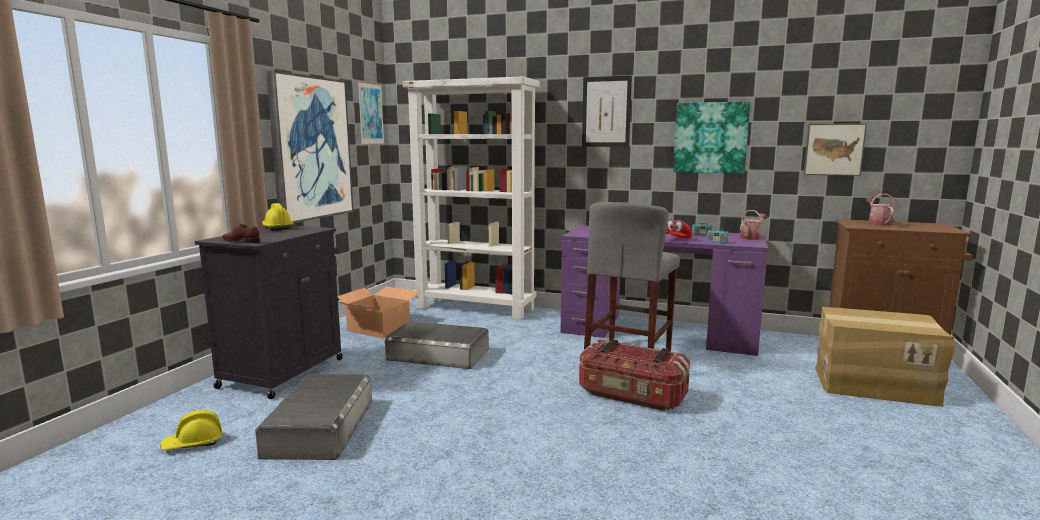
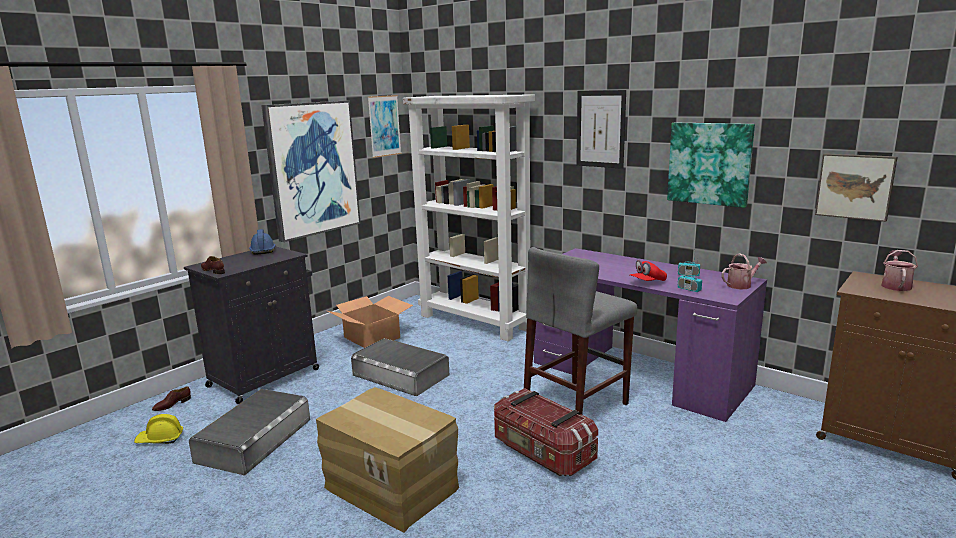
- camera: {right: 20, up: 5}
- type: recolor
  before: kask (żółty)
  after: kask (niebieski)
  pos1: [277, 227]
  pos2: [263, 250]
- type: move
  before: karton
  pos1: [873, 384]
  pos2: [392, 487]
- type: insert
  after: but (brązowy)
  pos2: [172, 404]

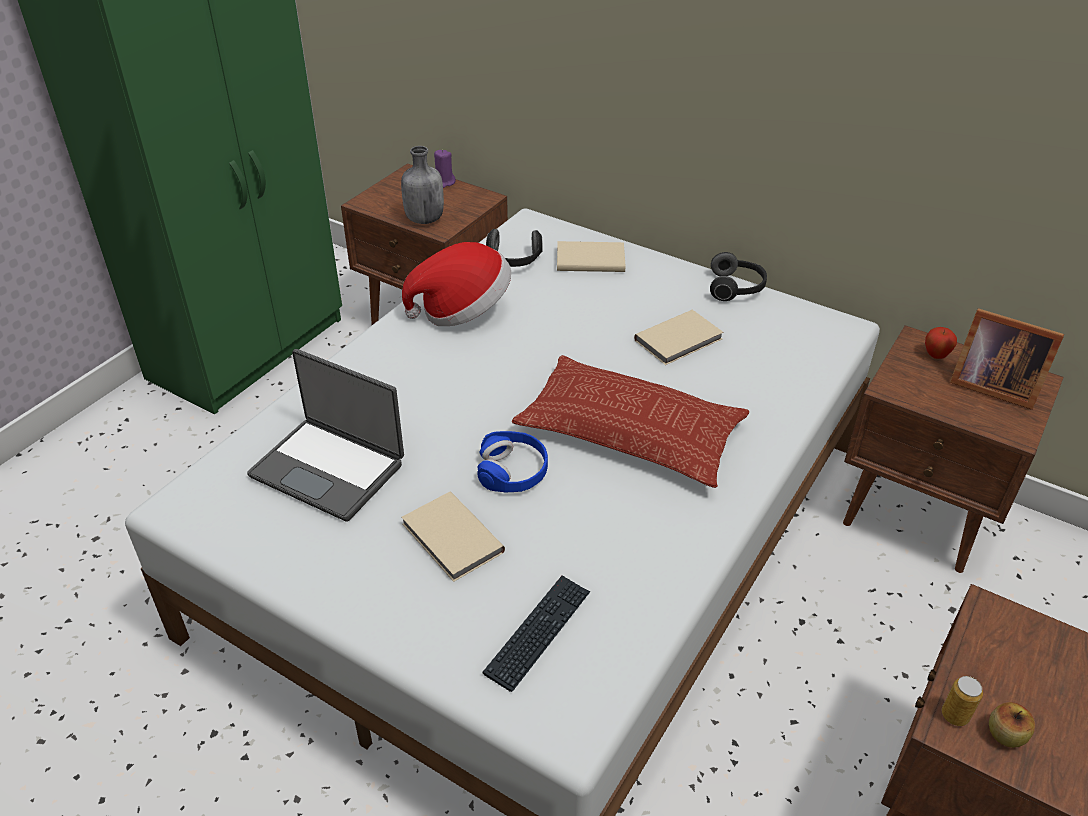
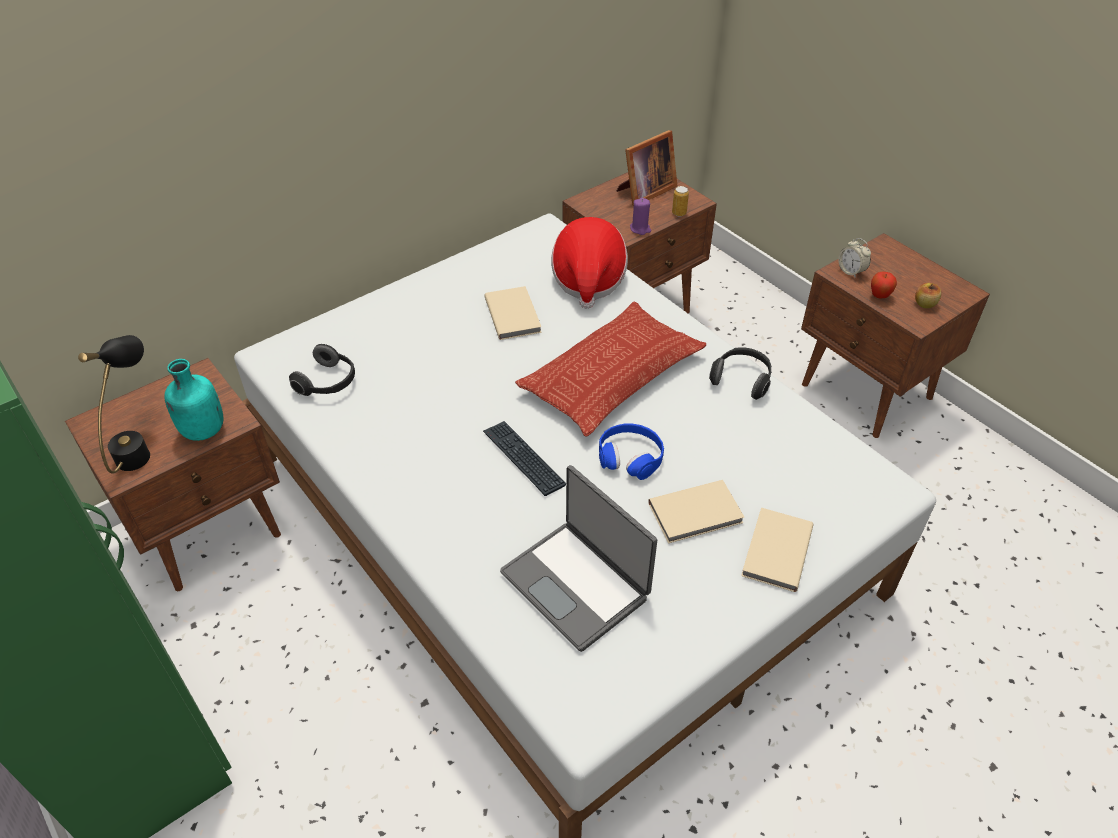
- camera: {right: -70, up: 5}
- type: rotate
  before: laptop
  pos1: [329, 468]
  pos2: [577, 584]
  turn: 90
- type: recolor
  before: butelka (szary)
  after: butelka (turkusowy)
  pos1: [424, 219]
  pos2: [202, 431]
- type: move
  before: kapelusz
  pos1: [462, 310]
  pos2: [588, 280]
- type: move
  before: świeca (fioletowy)
  pos1: [444, 182]
  pos2: [640, 229]
- type: move
  before: klawiatura
  pos1: [538, 633]
  pos2: [523, 459]
- type: move
  before: książka (beżowy)
  pos1: [589, 259]
  pos2: [774, 551]
- type: move
  before: słuchawki
  pos1: [736, 288]
  pos2: [742, 380]
- type: move
  before: jabłko
  pos1: [935, 356]
  pos2: [879, 296]
- type: move
  before: puszka
  pos1: [954, 715]
  pos2: [679, 213]
- type: insert
  after: lampa stołowa (czarny)
  pos2: [140, 446]
- type: insert
  after: budzik
  pos2: [851, 271]

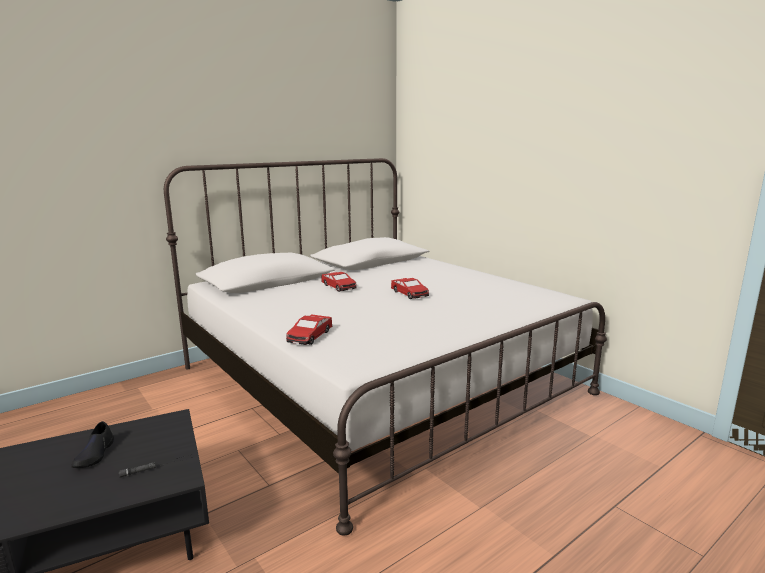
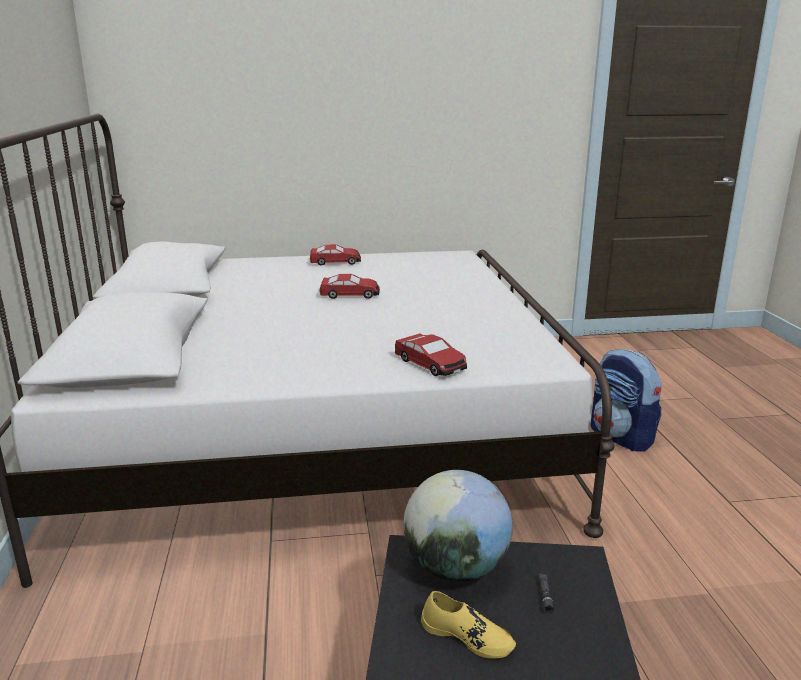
- camera: {right: -60, up: 5}
- type: recolor
  before: but (czarny)
  after: but (żółty)
  pos1: [95, 454]
  pos2: [467, 636]
- type: move
  before: samochodzik
  pos1: [339, 287]
  pos2: [335, 262]
- type: insert
  after: globus
  pos2: [456, 569]
- type: insert
  after: plecak
  pos2: [621, 437]

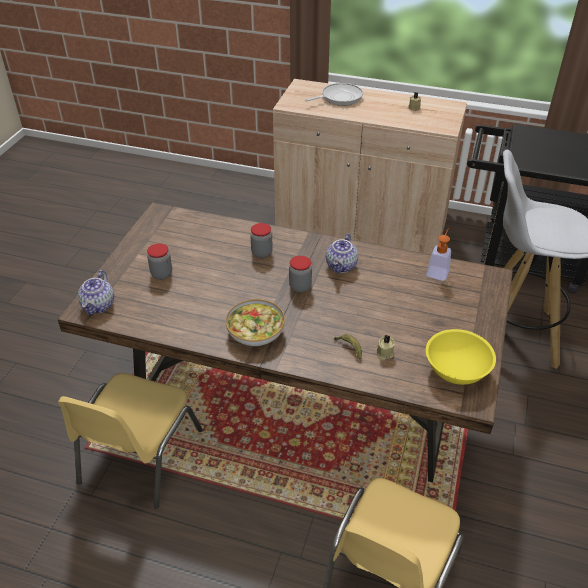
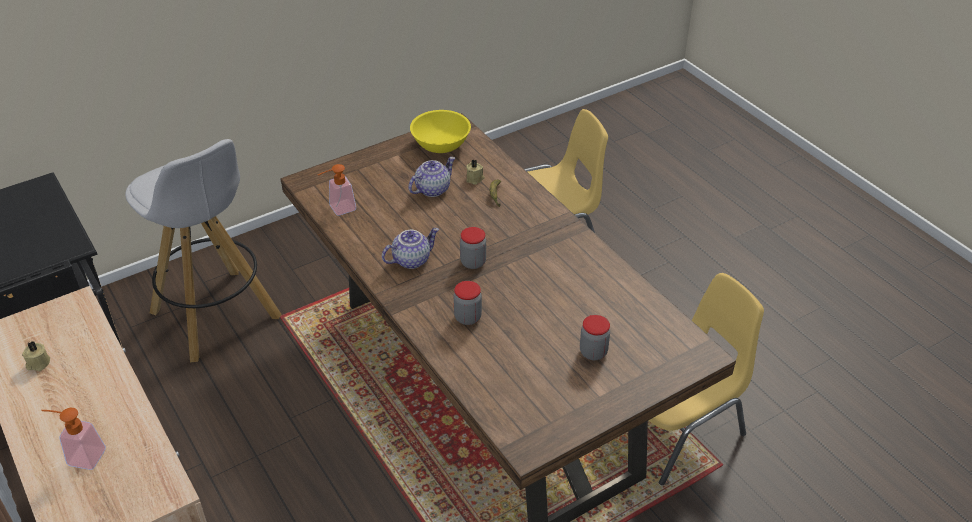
- camera: {right: -140, up: 0}
- type: move
  before: imbryk
  pos1: [99, 305]
  pos2: [432, 189]
- type: delete
  before: miska
  pos1: [256, 332]
- type: replace
  before: patelnia
  after: dozownik mydła
  pos1: [339, 98]
  pos2: [80, 456]

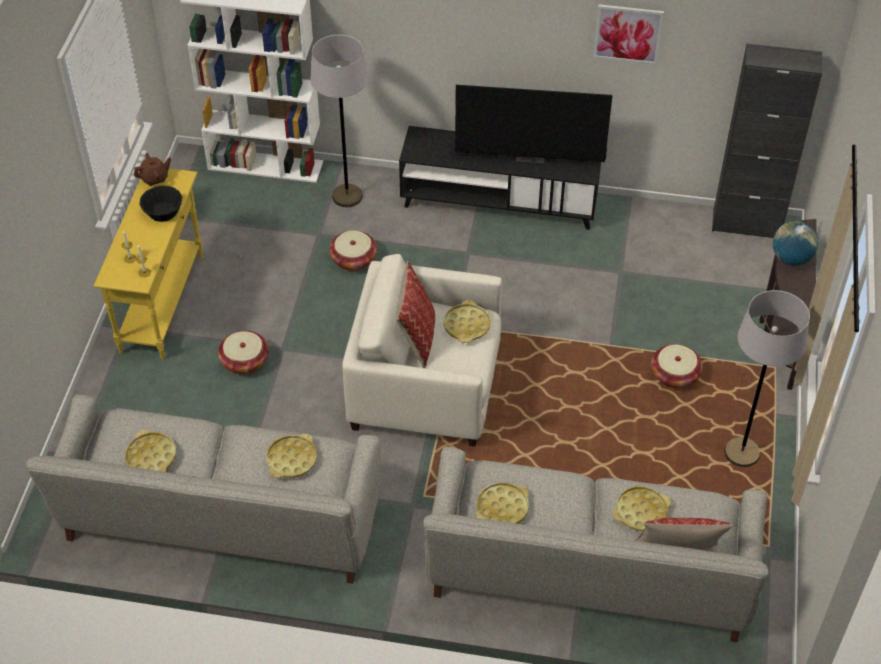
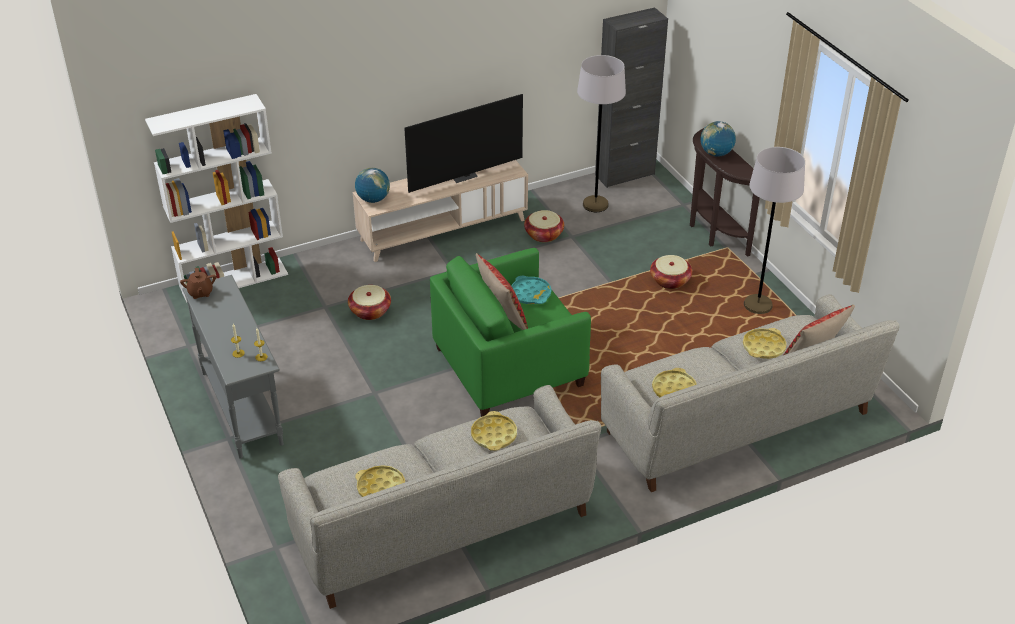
- camera: {right: -35, up: -10}
- type: recolor
  before: stolik konsolowy (żółty)
  after: stolik konsolowy (szary)
  pos1: [163, 303]
  pos2: [242, 407]
- type: rotate
  before: imbryk (brązowy)
  pos1: [155, 178]
  pos2: [200, 293]
  turn: 135
- type: delete
  before: miska (czarny)
  pos1: [162, 211]
- type: move
  before: koszyk
  pos1: [245, 361]
  pos2: [544, 234]
- type: move
  before: lampa stojąca (szary)
  pos1: [347, 196]
  pos2: [595, 205]
- type: recolor
  before: fotel (beżowy)
  after: fotel (zielony)
  pos1: [425, 388]
  pos2: [509, 367]
- type: recolor
  before: szafka pod telewizor (czarny)
  after: szafka pod telewizor (beżowy)
  pos1: [499, 202]
  pos2: [443, 230]
- type: recolor
  before: taca (żółty)
  after: taca (turkusowy)
  pos1: [467, 325]
  pos2: [530, 294]
- type: delete
  before: obraz
  pos1: [628, 33]
- type: insert
  after: globus
  pos2: [373, 199]

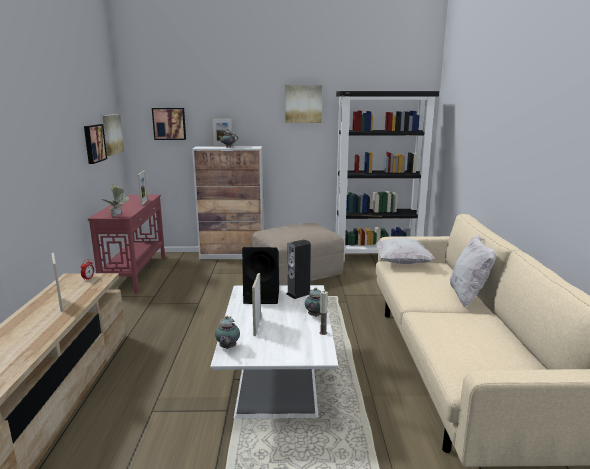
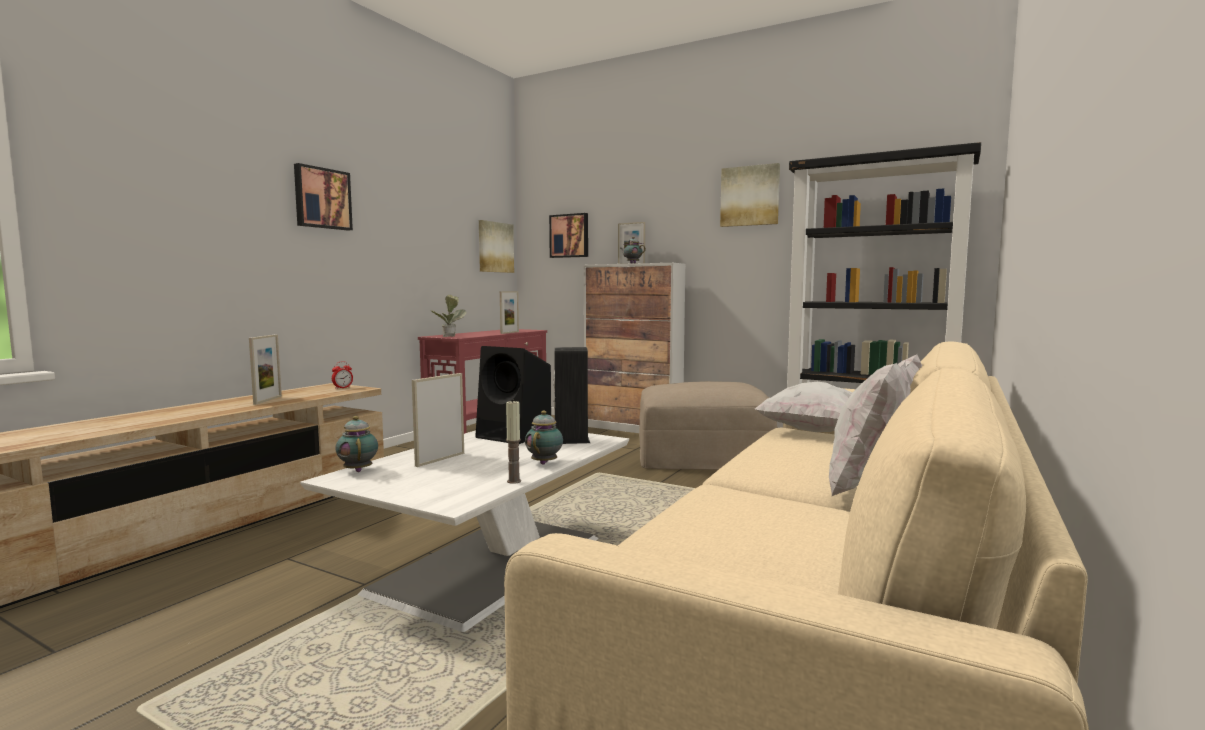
- camera: {right: 30, up: -10}
- type: move
  before: obraz
  pos1: [93, 143]
  pos2: [322, 198]
- type: rotate
  before: imbryk
  pos1: [227, 348]
  pos2: [358, 470]
  turn: 120

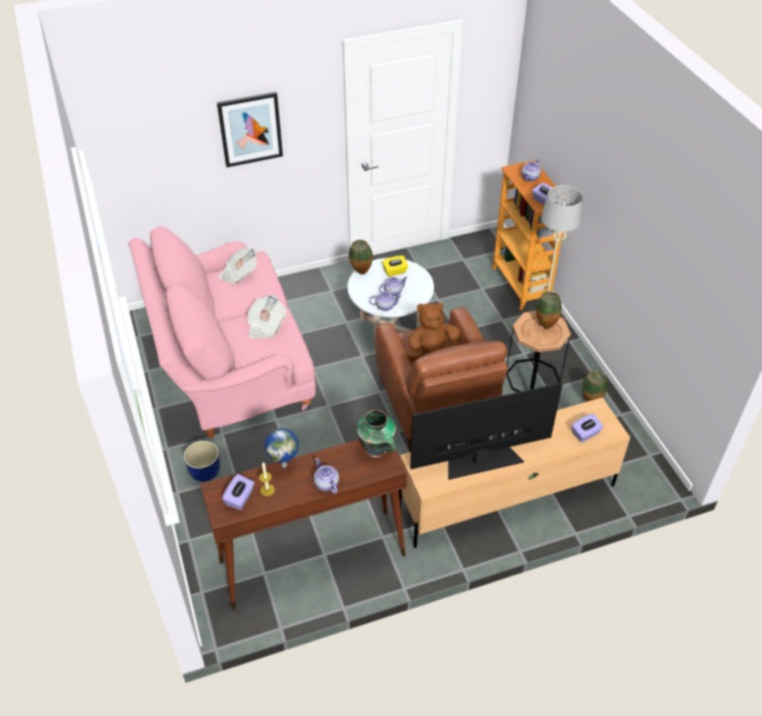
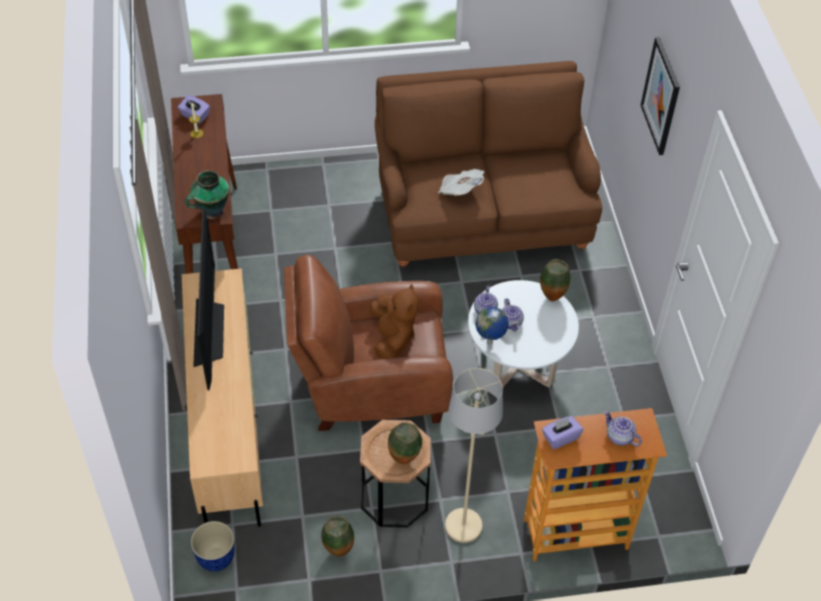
- camera: {right: 100, up: 5}
- type: recolor
  before: kanapa (różowy)
  after: kanapa (brązowy)
  pos1: [230, 366]
  pos2: [481, 212]
- type: move
  before: donica
  pos1: [205, 472]
  pos2: [216, 557]
- type: delete
  before: gazeta
  pos1: [239, 274]
- type: move
  before: globus
  pos1: [284, 465]
  pos2: [490, 343]
- type: delete
  before: imbryk
  pos1: [326, 484]
- type: delete
  before: pudełko chusteczek (żółty)
  pos1: [395, 271]
- type: delete
  before: pudełko chusteczek (fioletowy)
  pos1: [585, 434]

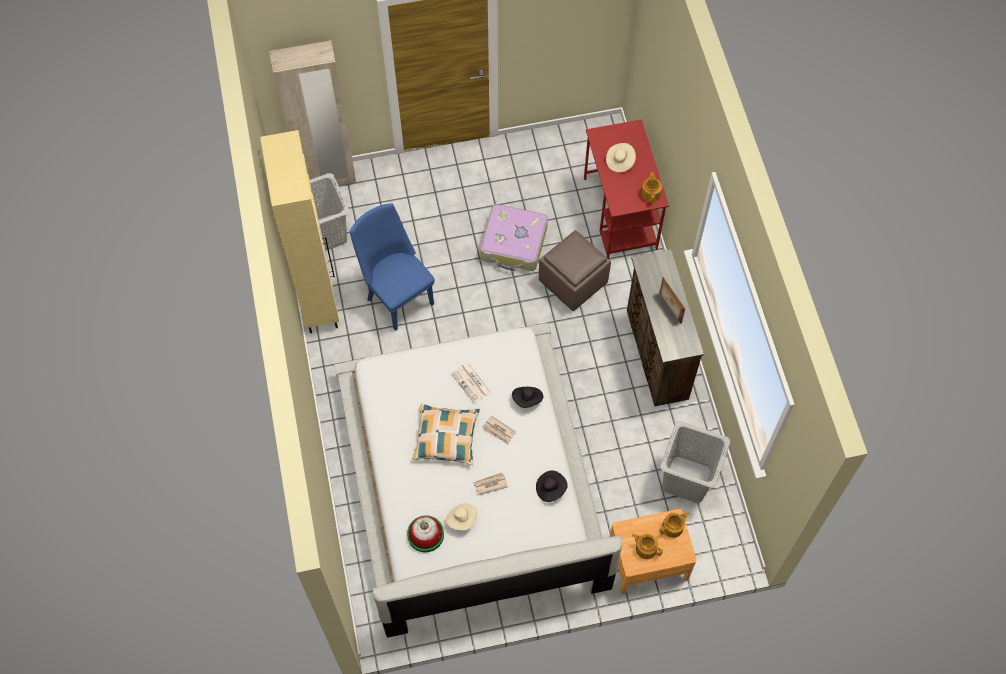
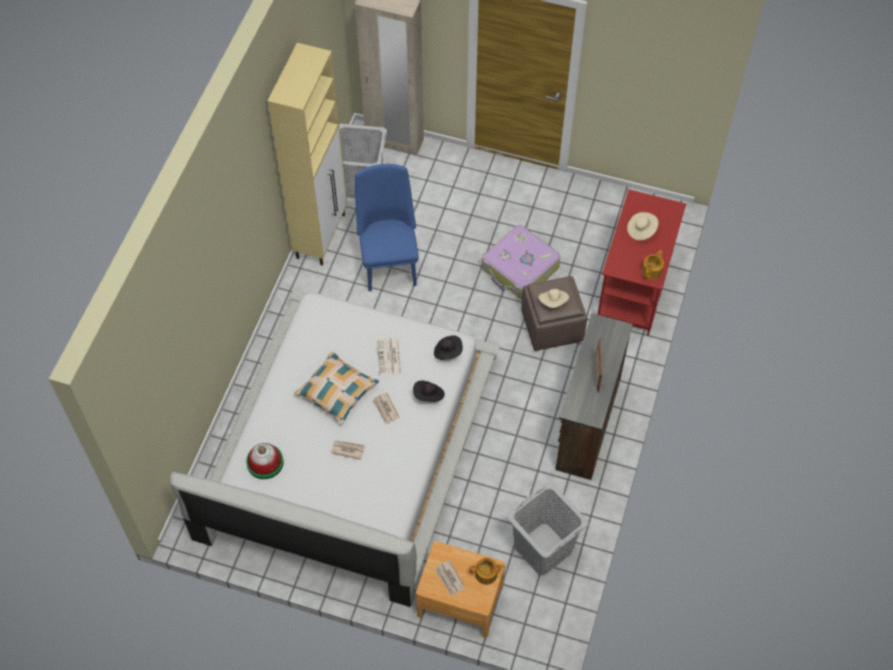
- camera: {right: 30, up: -5}
- type: move
  before: kapelusz (beżowy)
  pos1: [462, 519]
  pos2: [553, 302]
- type: move
  before: kapelusz (czarny)
  pos1: [550, 488]
  pos2: [448, 352]
- type: replace
  before: imbryk
  after: gazeta
  pos1: [645, 548]
  pos2: [449, 579]

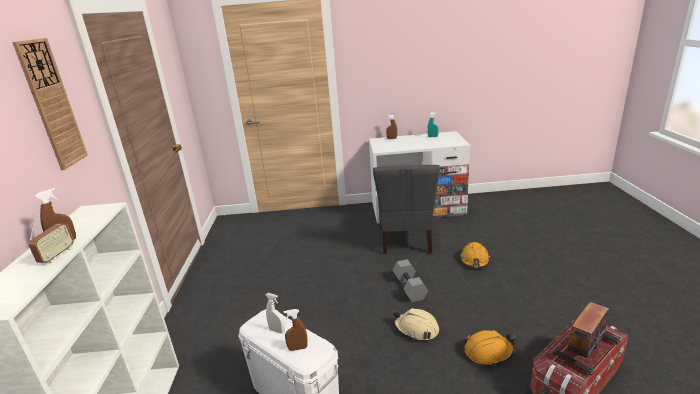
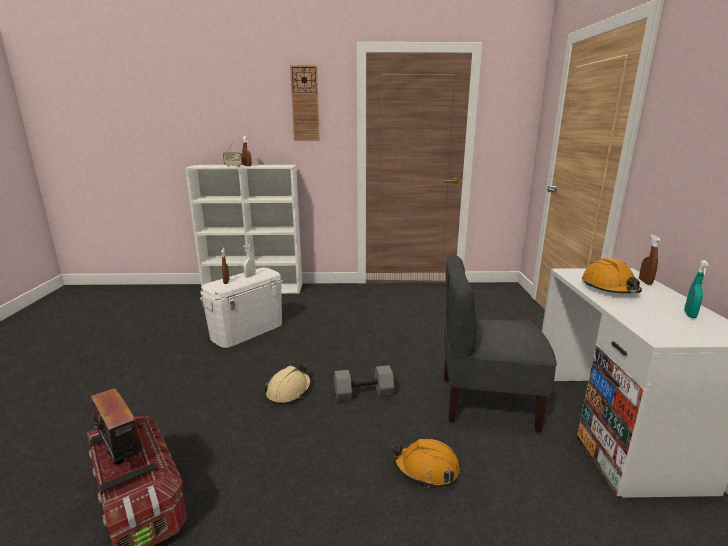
- camera: {right: 90, up: -5}
- type: move
  before: kask (pomarańczowy)
  pos1: [488, 352]
  pos2: [609, 288]

